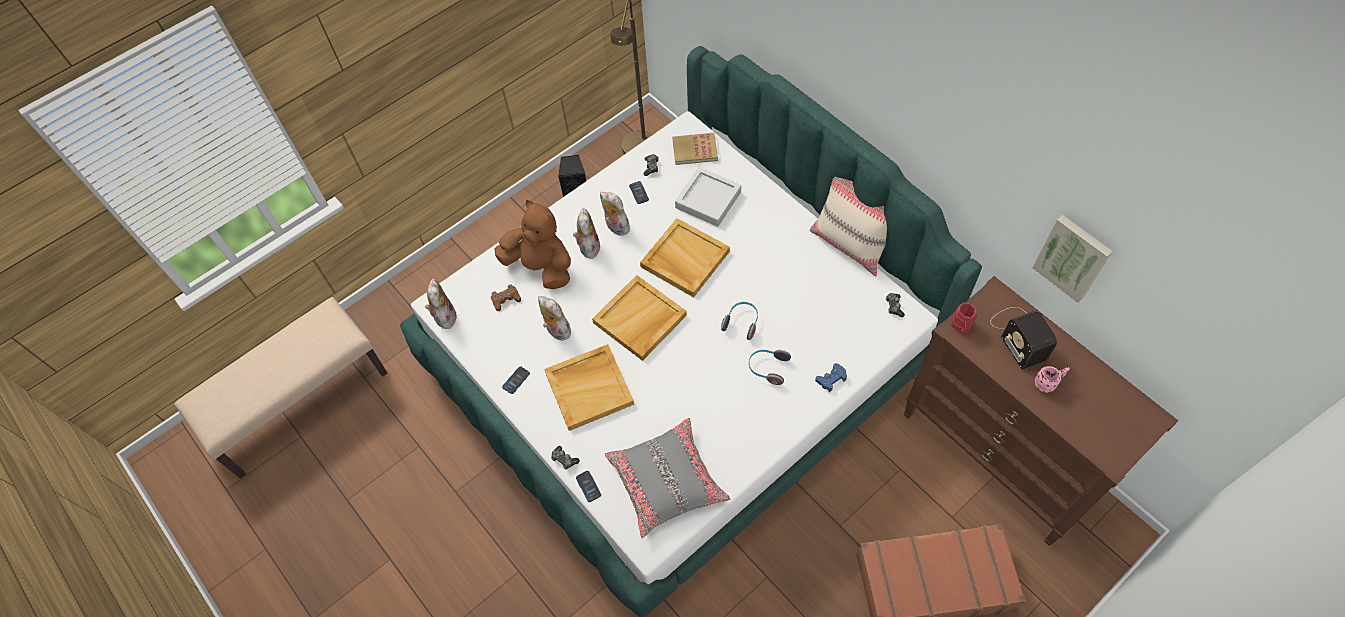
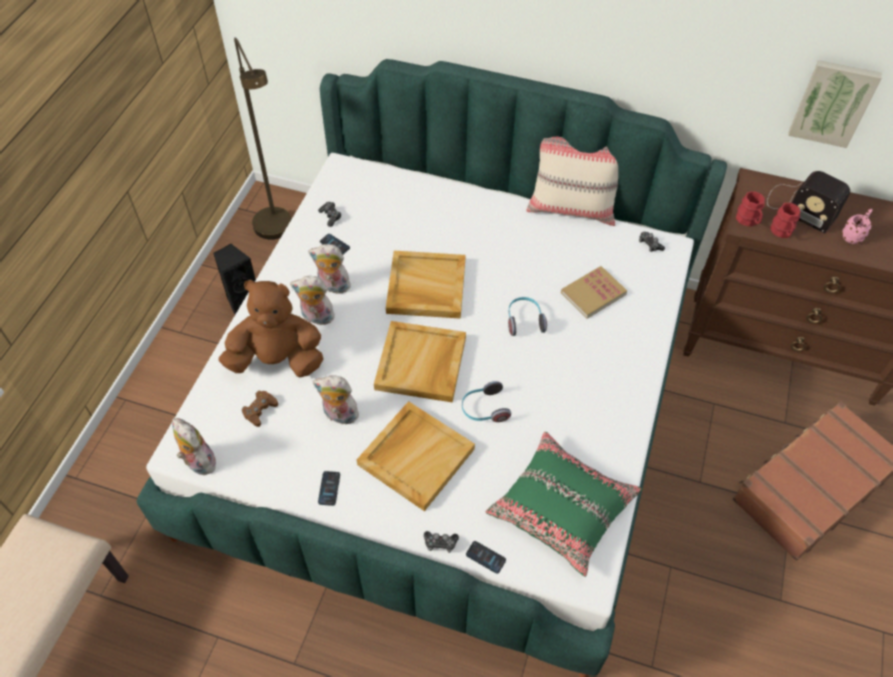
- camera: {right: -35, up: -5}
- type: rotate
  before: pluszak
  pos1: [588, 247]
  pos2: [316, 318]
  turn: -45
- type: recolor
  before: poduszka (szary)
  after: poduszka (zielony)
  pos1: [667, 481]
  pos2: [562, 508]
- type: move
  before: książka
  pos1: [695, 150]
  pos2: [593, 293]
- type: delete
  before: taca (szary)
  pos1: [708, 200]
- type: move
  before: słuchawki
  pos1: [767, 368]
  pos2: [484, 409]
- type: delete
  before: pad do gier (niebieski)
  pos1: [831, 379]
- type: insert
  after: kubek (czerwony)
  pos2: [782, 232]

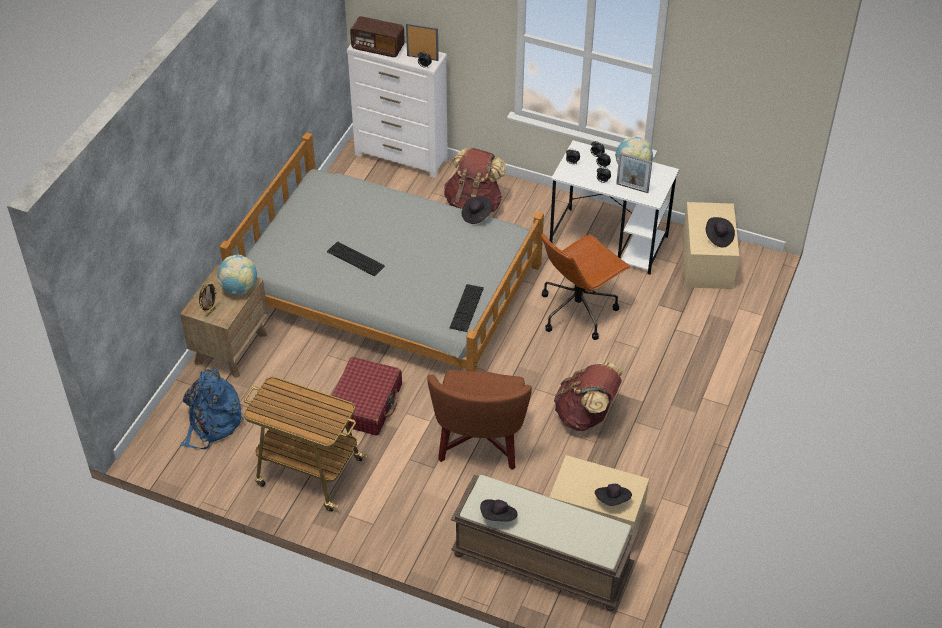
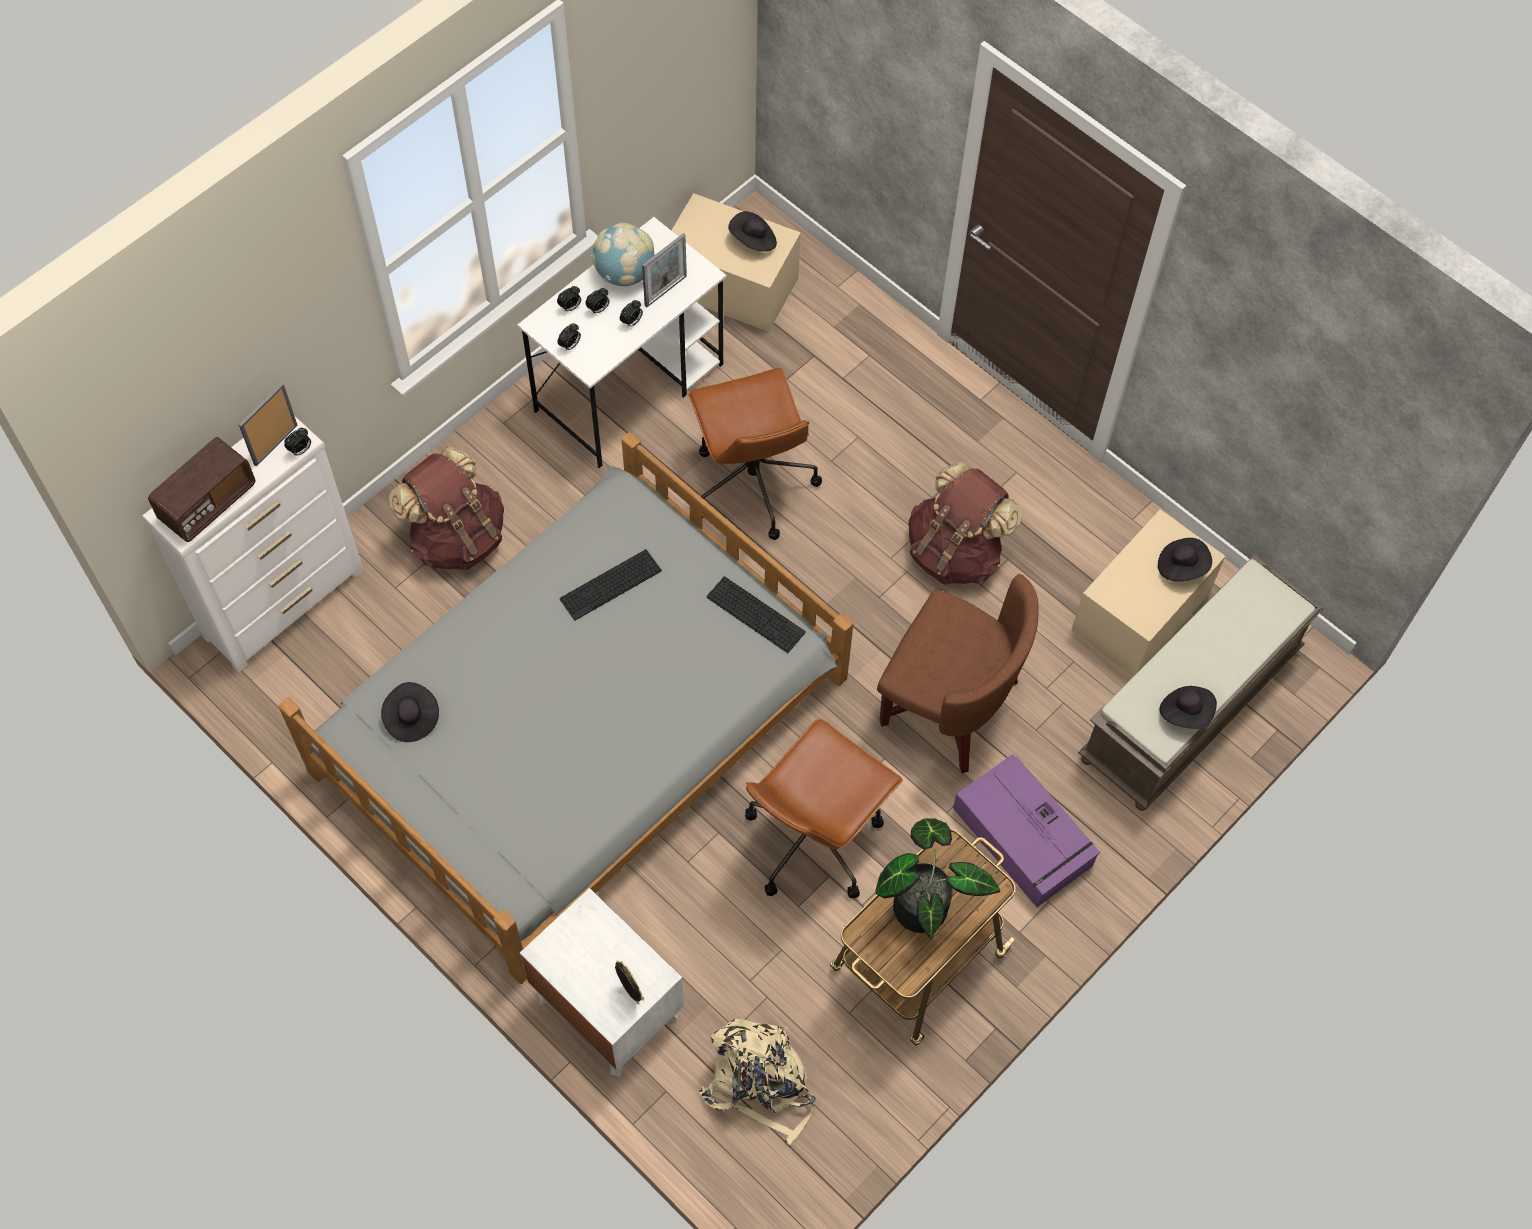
- camera: {right: -70, up: 15}
- type: recolor
  before: szafka nocna (brązowy)
  after: szafka nocna (biały)
  pos1: [231, 347]
  pos2: [607, 1007]
- type: recolor
  before: plecak (niebieski)
  after: plecak (beżowy)
  pos1: [212, 422]
  pos2: [759, 1082]
- type: delete
  before: globus
  pos1: [239, 288]
- type: move
  before: klawiatura
  pos1: [355, 259]
  pos2: [610, 585]
- type: replace
  before: walizka (czerwony)
  after: krzesło biurowe (brązowy)
  pos1: [365, 403]
  pos2: [814, 838]
- type: move
  before: kapelusz (czarny)
  pos1: [476, 215]
  pos2: [411, 718]
- type: insert
  after: roślina doniczkowa
  pos2: [924, 902]
- type: insert
  after: pojemnik do przechowywania (fioletowy)
  pos2: [1024, 839]

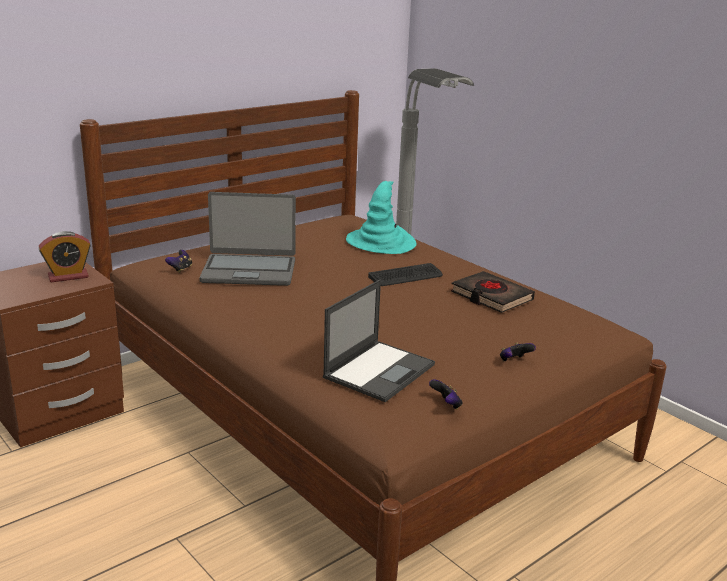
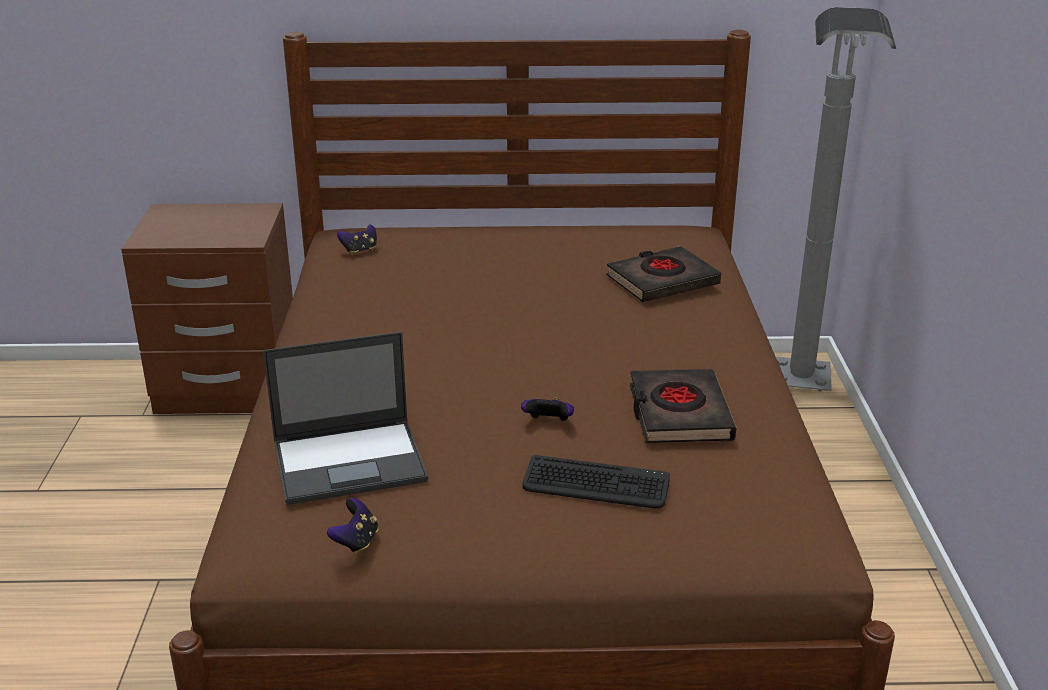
- camera: {right: 40, up: 5}
- type: delete
  before: budzik
  pos1: [68, 276]
- type: delete
  before: laptop
  pos1: [249, 271]
- type: replace
  before: kapelusz (turkusowy)
  after: książka (czarny)
  pos1: [381, 242]
  pos2: [662, 281]
- type: move
  before: klawiatura
  pos1: [406, 276]
  pos2: [595, 484]
- type: move
  before: pad do gier
  pos1: [514, 361]
  pos2: [548, 423]

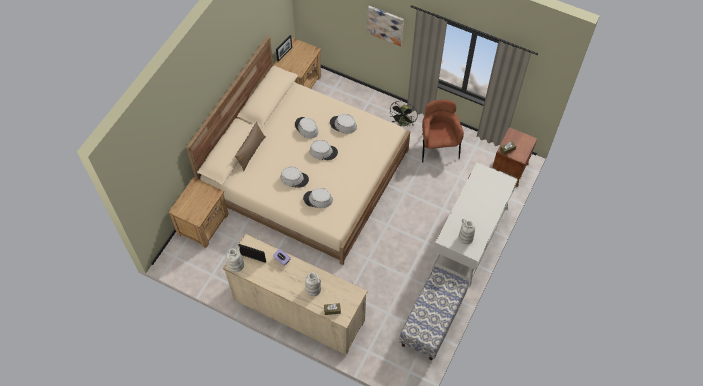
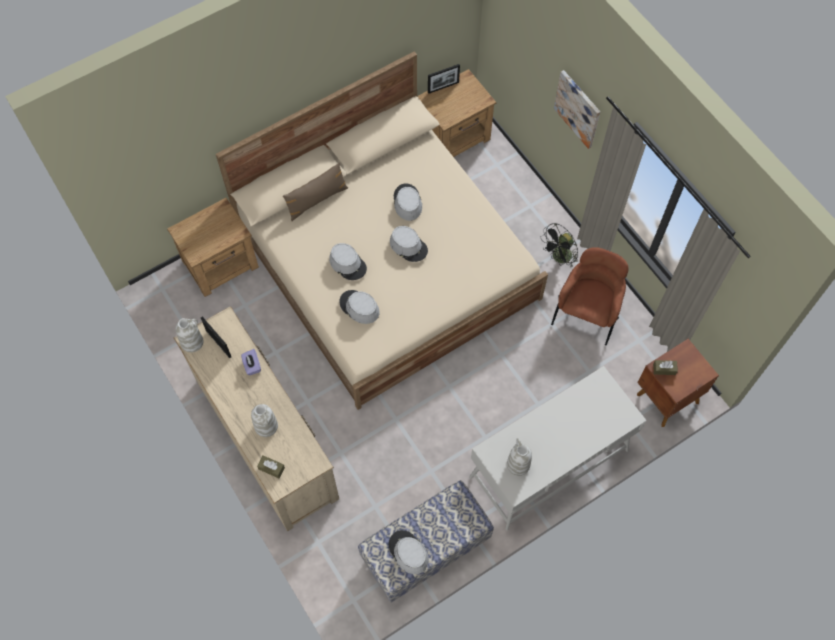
- camera: {right: 30, up: 5}
- type: move
  before: kapelusz (szary)
  pos1: [343, 125]
  pos2: [408, 552]

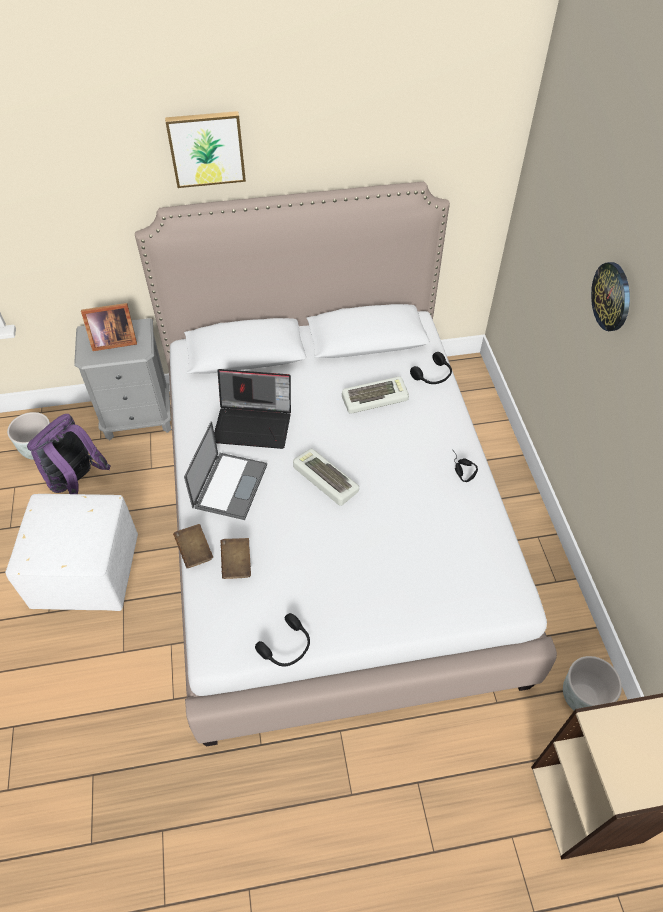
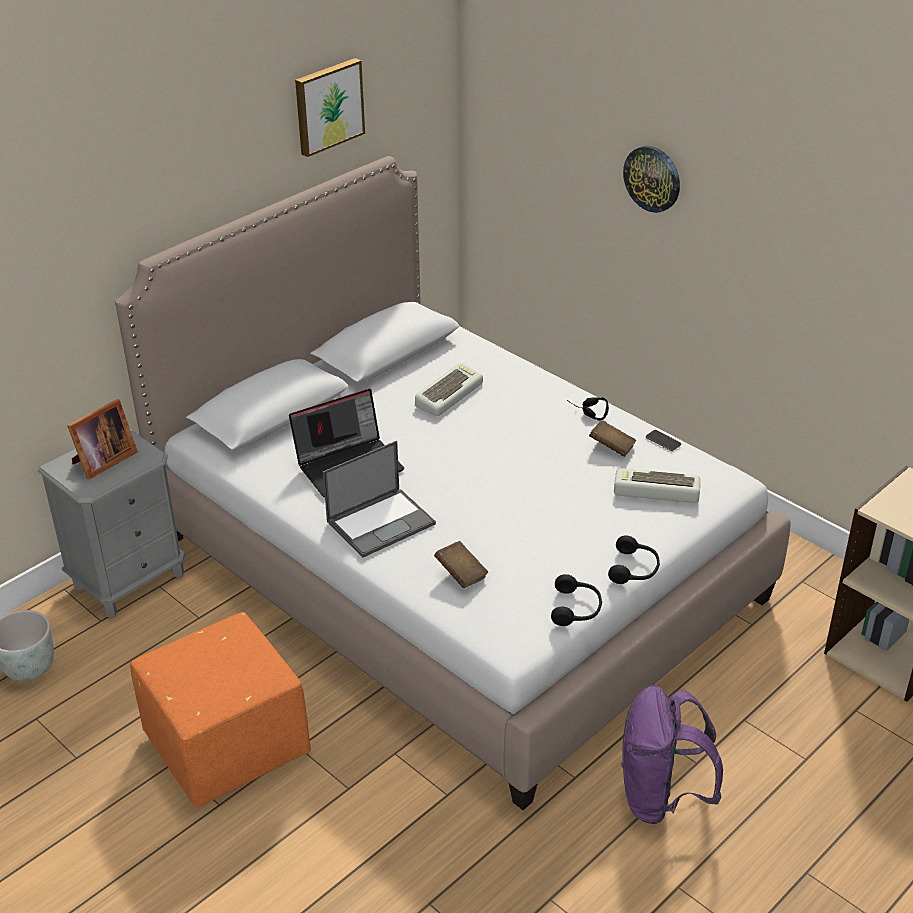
- camera: {right: -35, up: -15}
- type: recolor
  before: pufa (biały)
  after: pufa (pomarańczowy)
  pos1: [88, 571]
  pos2: [226, 744]
- type: move
  before: plecak (fioletowy)
  pos1: [77, 482]
  pos2: [661, 797]
- type: move
  before: obraz
  pos1: [206, 148]
  pos2: [328, 106]
- type: move
  before: książka (brązowy)
  pos1: [194, 551]
  pos2: [611, 447]
- type: rotate
  before: laptop
  pos1: [230, 485]
  pos2: [381, 522]
  turn: 75
- type: move
  before: klawiatura
  pos1: [323, 480]
  pos2: [655, 491]
- type: move
  before: słuchawki (czarny)
  pos1: [433, 375]
  pos2: [635, 569]
- type: delete
  before: donica (szary)
  pos1: [582, 698]
- type: insert
  after: telefon
  pos2: [663, 441]

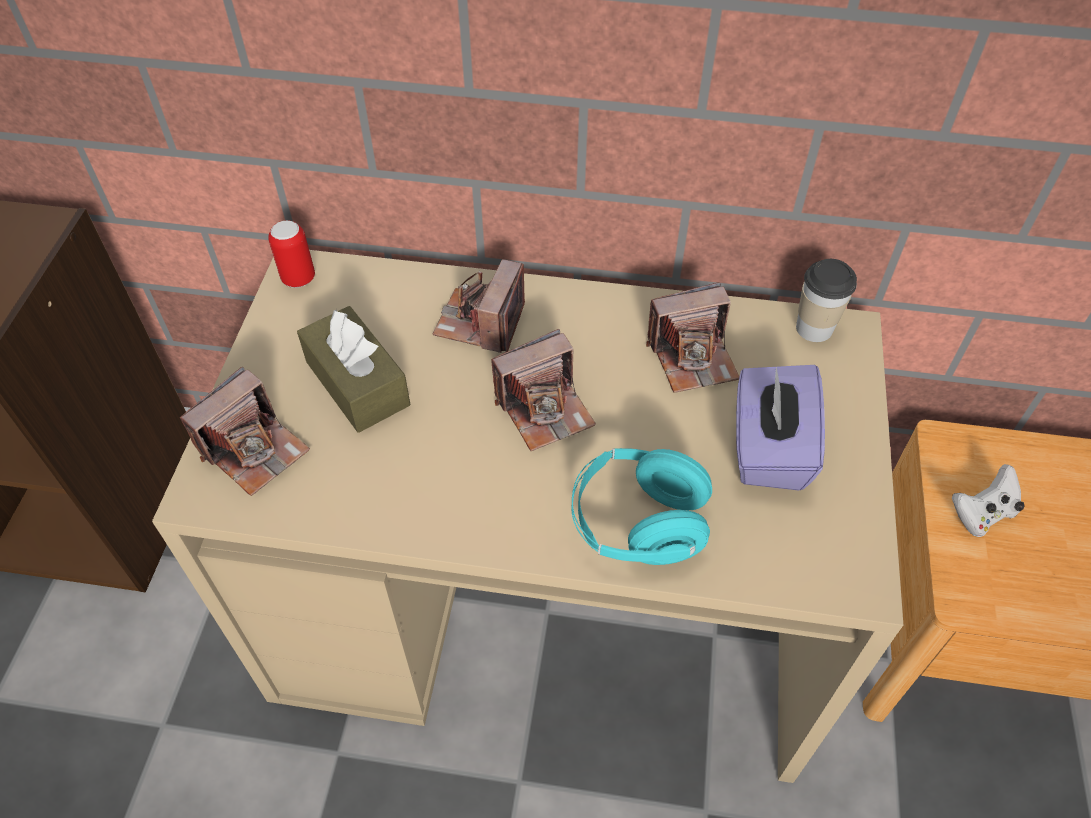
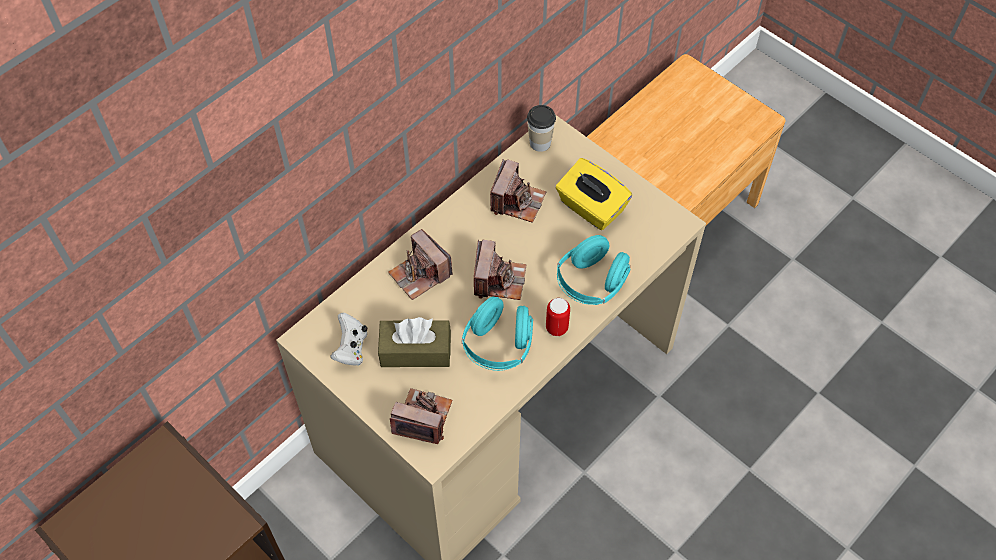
- camera: {right: -55, up: 5}
- type: rotate
  before: aparat fotograficzny
  pos1: [254, 450]
  pos2: [422, 418]
  turn: -60
- type: move
  before: puszka
  pos1: [298, 278]
  pos2: [556, 328]
- type: recolor
  before: pudełko chusteczek (fioletowy)
  after: pudełko chusteczek (żółty)
  pos1: [768, 448]
  pos2: [591, 208]
- type: move
  before: pad do gier (biały)
  pos1: [981, 514]
  pos2: [351, 348]
- type: insert
  after: słuchawki (turkusowy)
  pos2: [498, 345]

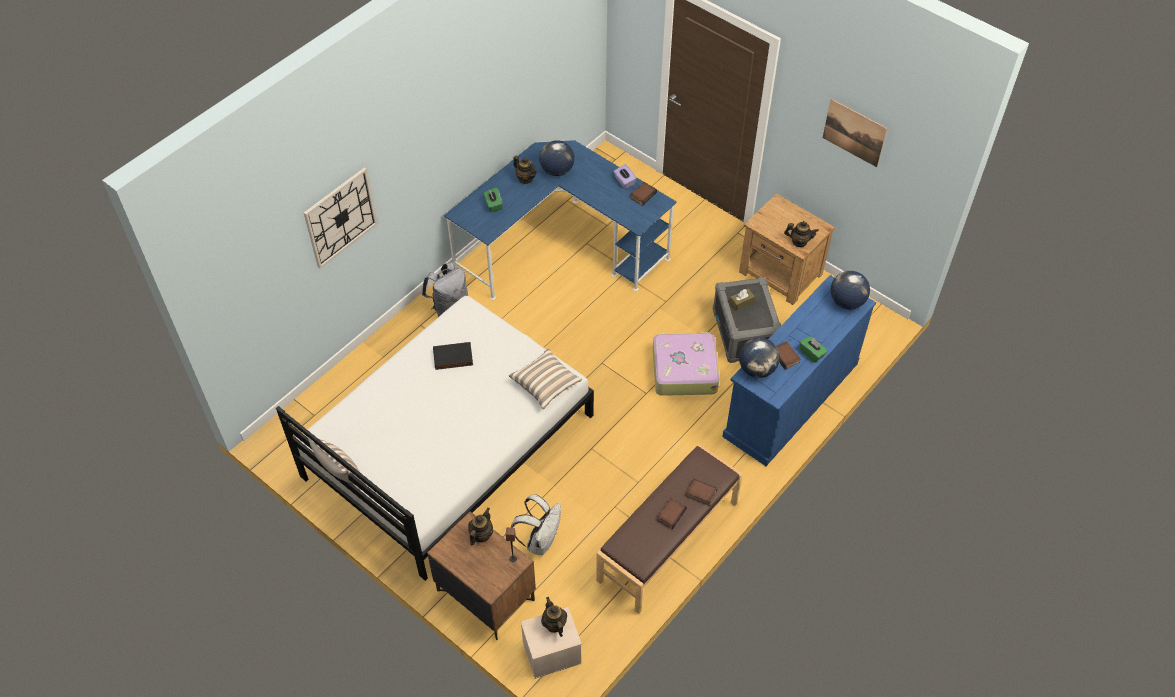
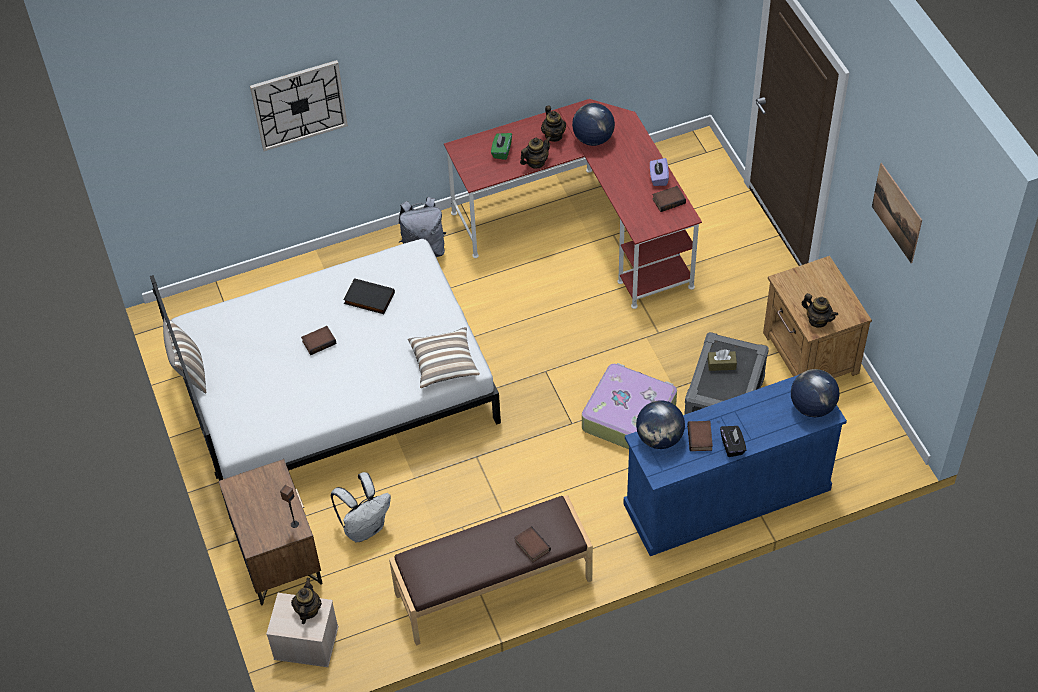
- camera: {right: 30, up: 0}
- type: recolor
  before: biurko (niebieski)
  after: biurko (czerwony)
  pos1: [560, 247]
  pos2: [582, 228]
- type: move
  before: imbryk
  pos1: [481, 535]
  pos2: [536, 162]
- type: move
  before: książka
  pos1: [670, 514]
  pos2: [319, 341]
- type: recolor
  before: pudełko chusteczek (zielony)
  after: pudełko chusteczek (czarny)
  pos1: [812, 353]
  pos2: [732, 446]

